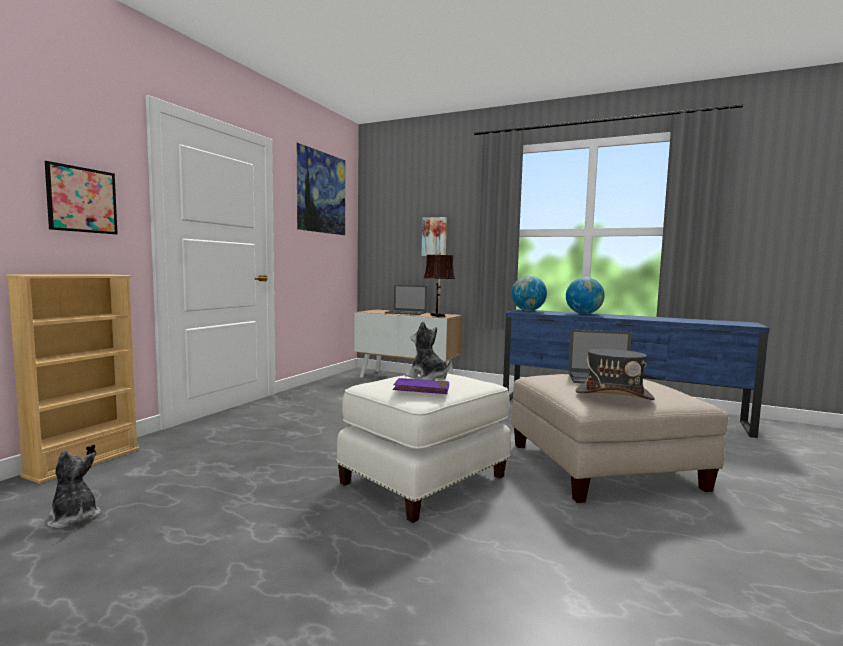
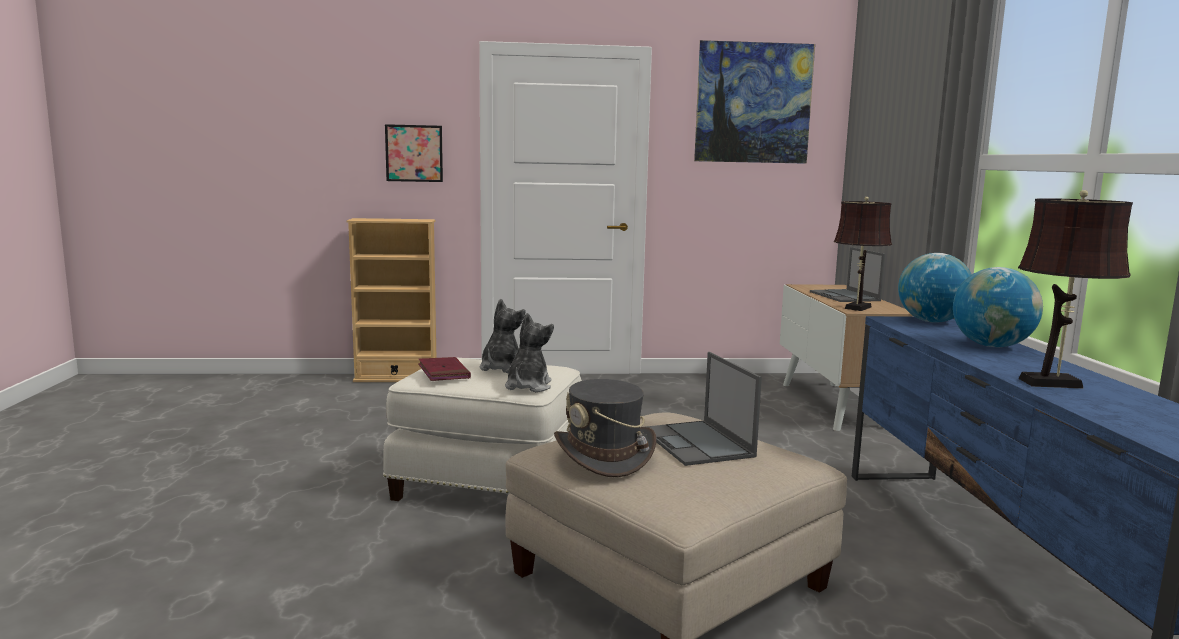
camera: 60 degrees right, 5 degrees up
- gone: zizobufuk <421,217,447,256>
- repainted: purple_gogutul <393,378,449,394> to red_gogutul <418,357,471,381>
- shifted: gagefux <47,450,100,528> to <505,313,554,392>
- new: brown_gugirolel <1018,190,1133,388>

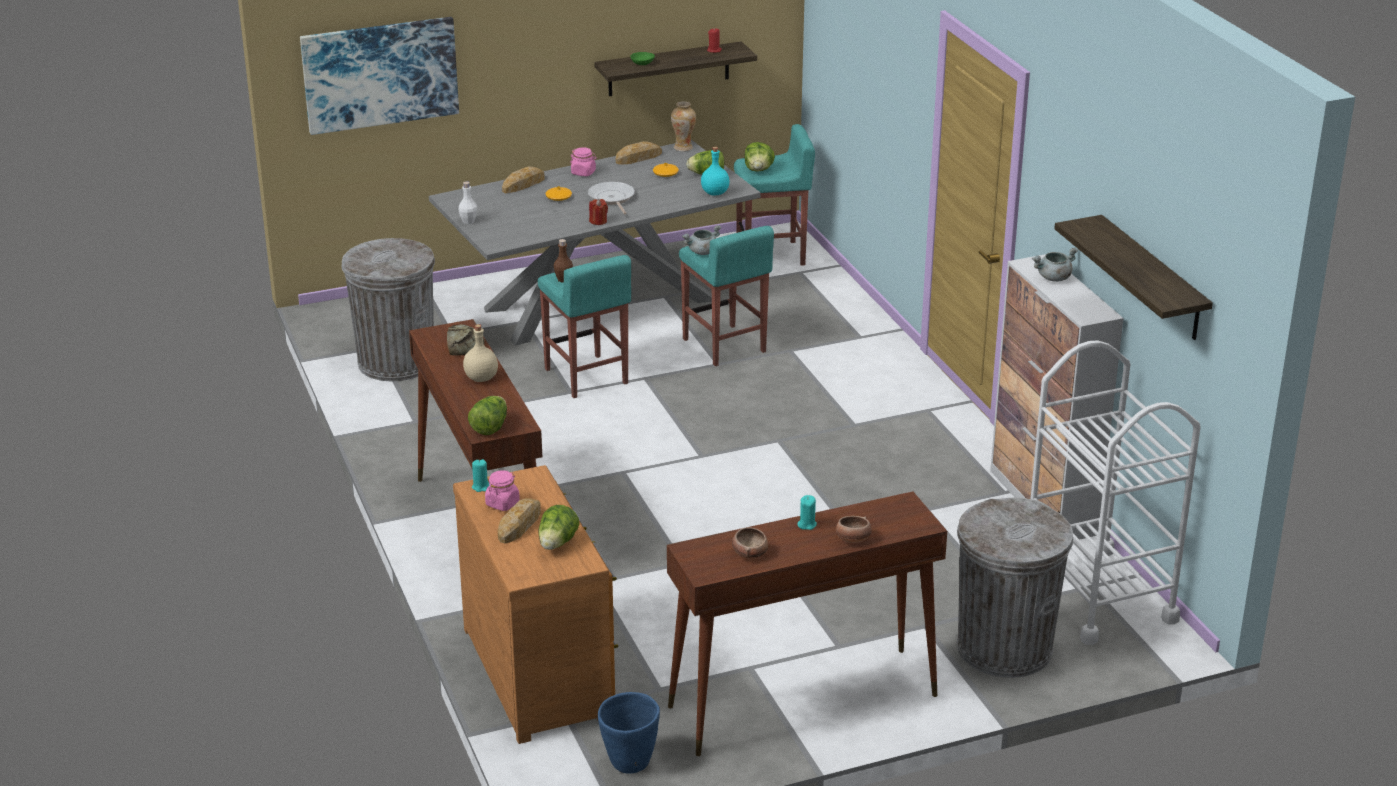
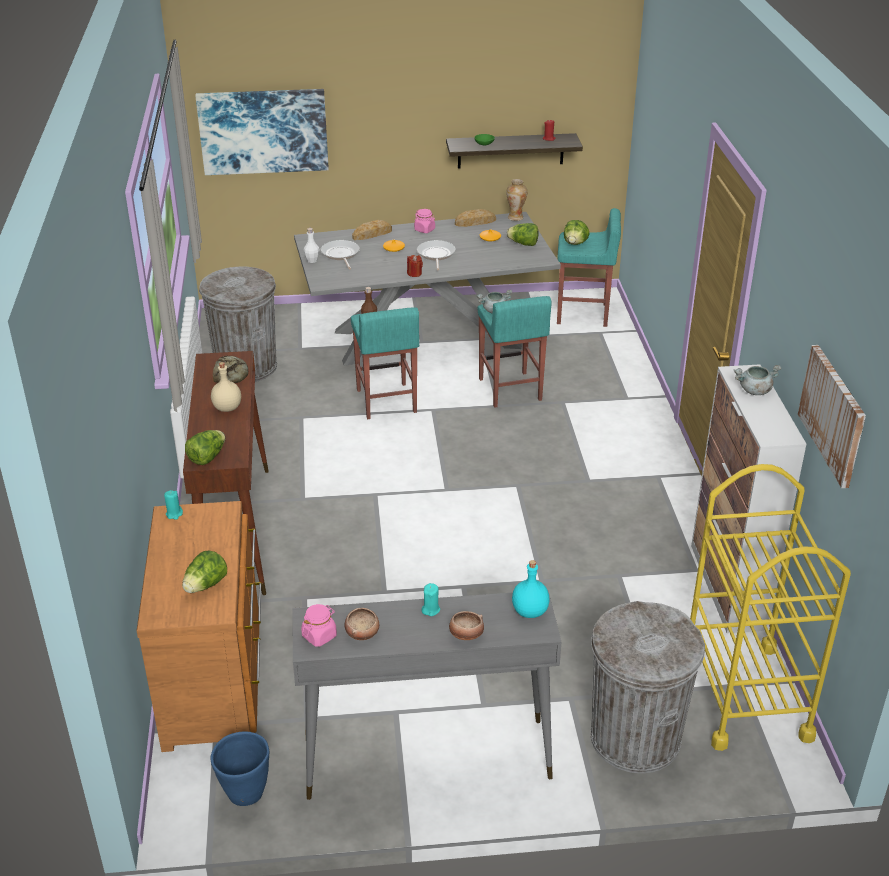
camera: 15 degrees right, 5 degrees up
- shifted: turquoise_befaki <701,147,730,196> to <512,560,550,618>
- swapped: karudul <1054,215,1213,340> to zizobufuk <798,345,866,488>
- repainted: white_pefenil <1031,340,1201,645> to yellow_pefenil <690,464,851,751>
- shifted: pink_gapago <485,471,520,511> to <301,604,337,647>
- repainted: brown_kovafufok <667,491,947,756> to grey_kovafufok <292,590,561,800>
- gone: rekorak <498,498,541,543>
- new: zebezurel <321,240,360,269>

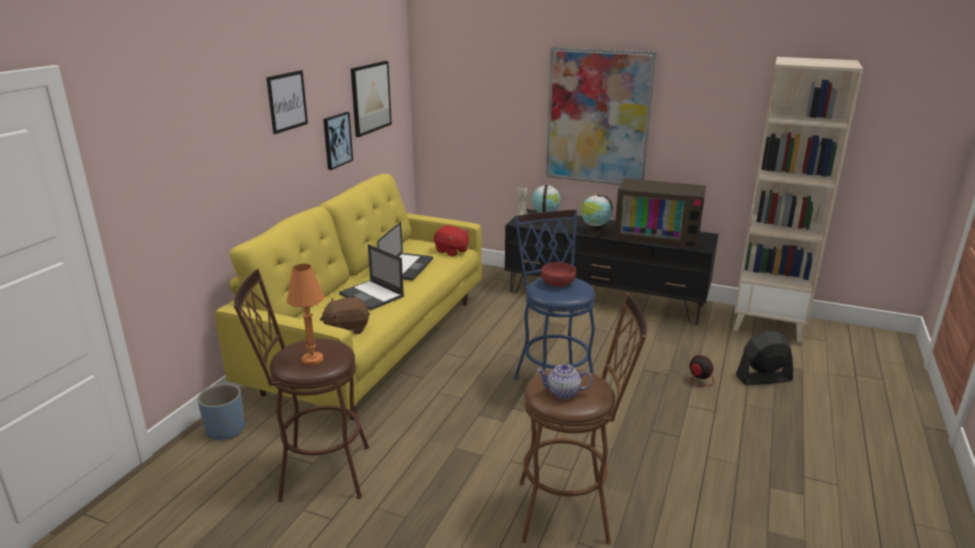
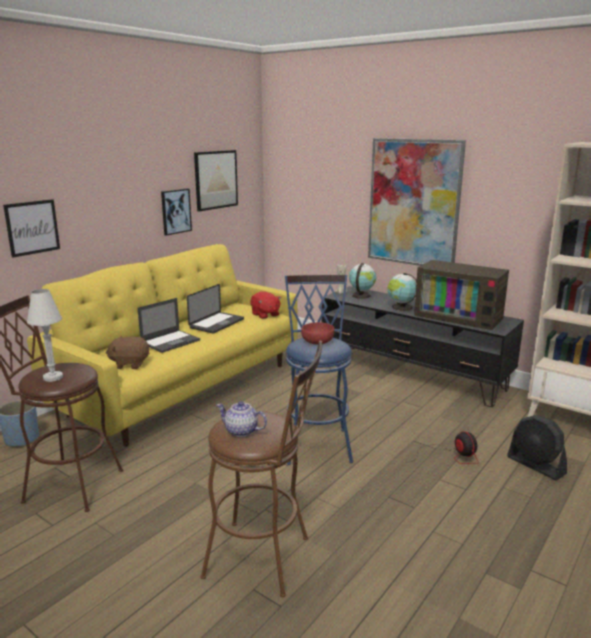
camera: 15 degrees right, 5 degrees down
- shifted: zizobufuk <266,70,308,134> to <3,199,60,258>
- rotated: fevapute <339,244,404,310> = <138,298,200,353> 105 degrees counterclockwise
- repainted: orange_gugirolel <286,264,324,366> to white_gugirolel <27,289,63,382>
- rotated: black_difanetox <736,331,793,385> = <507,415,567,480> 135 degrees counterclockwise

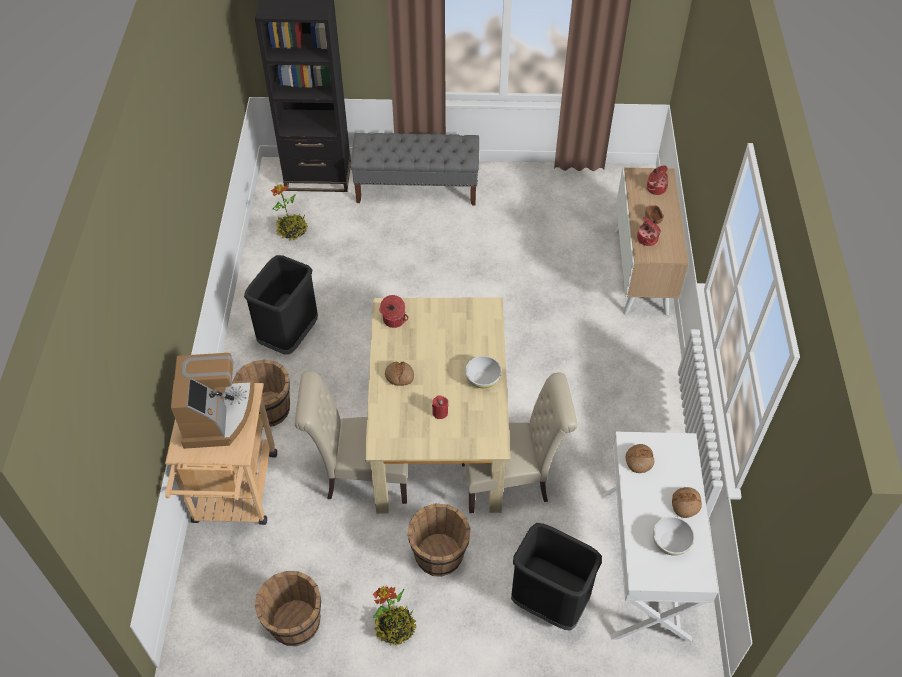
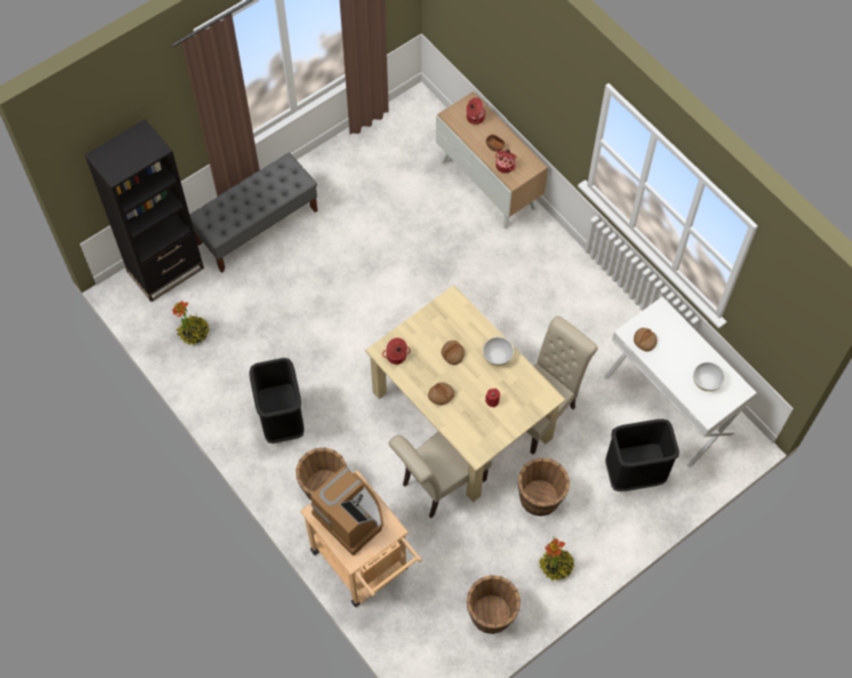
camera: 40 degrees left, 10 degrees up
- shifted: rekorak <672,487,702,518> to <441,340,465,365>

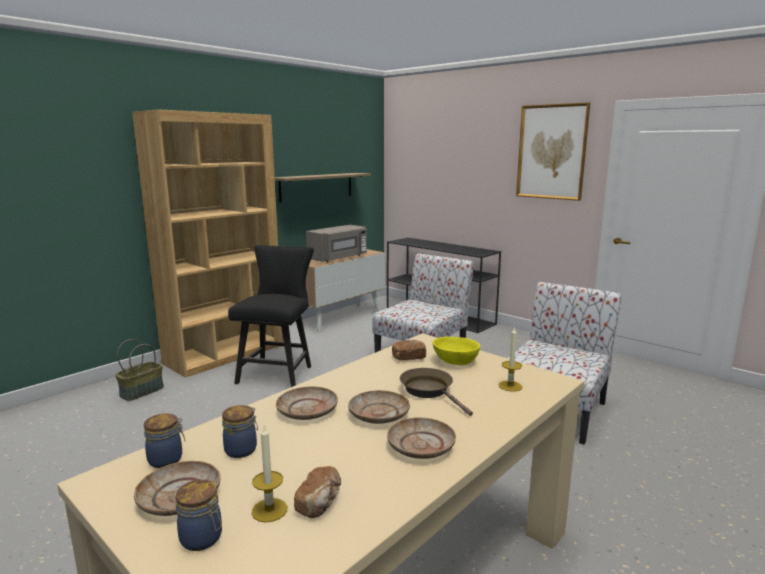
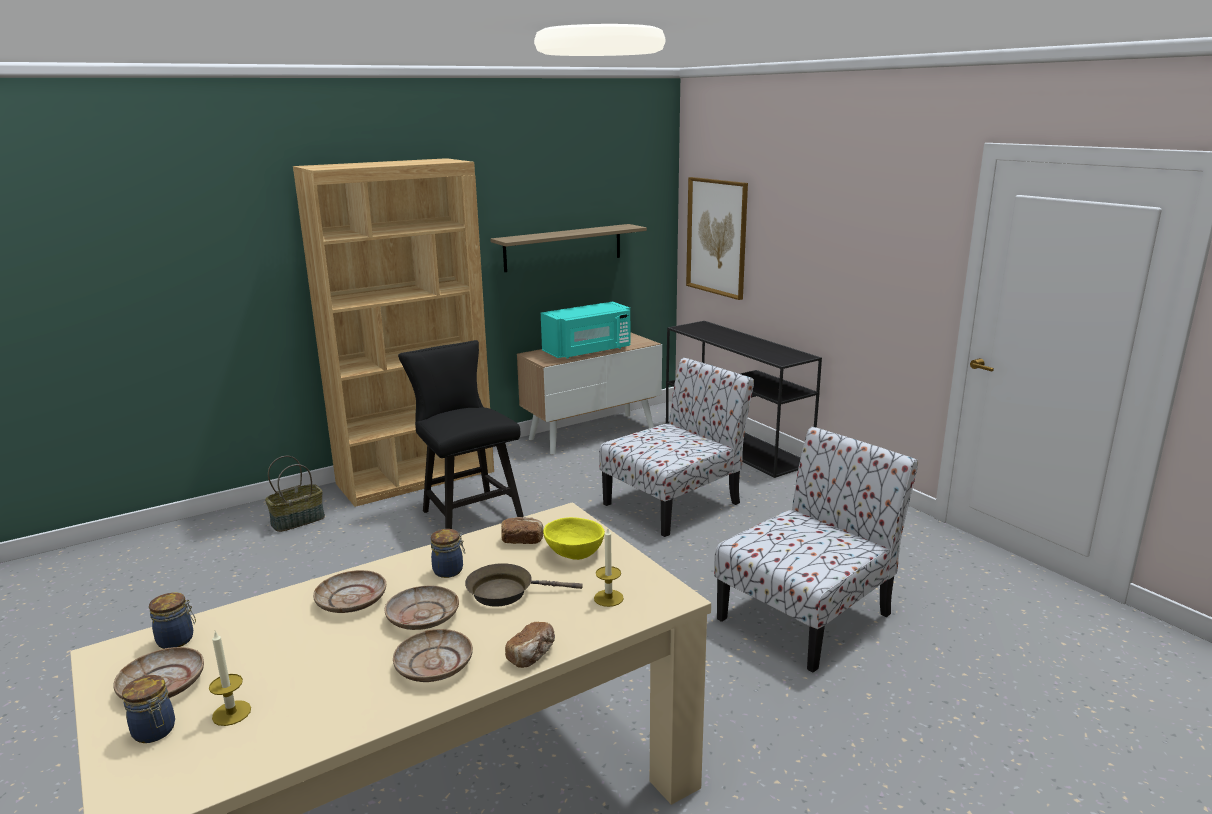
camera: 15 degrees right, 5 degrees up
- shifted: zizobufuk <516,102,590,201> to <686,177,748,300>
- repainted: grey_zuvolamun <306,225,367,262> to turquoise_zuvolamun <541,301,631,359>
- rotated: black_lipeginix <228,245,314,387> = <398,340,524,529> 60 degrees counterclockwise
- rotated: brown_zebezurel <400,368,473,416> = <465,563,582,607> 75 degrees counterclockwise
- shifted: gapago <222,405,258,458> to <431,529,465,578>
- shifted: rekorak <294,466,341,518> to <505,622,555,668>

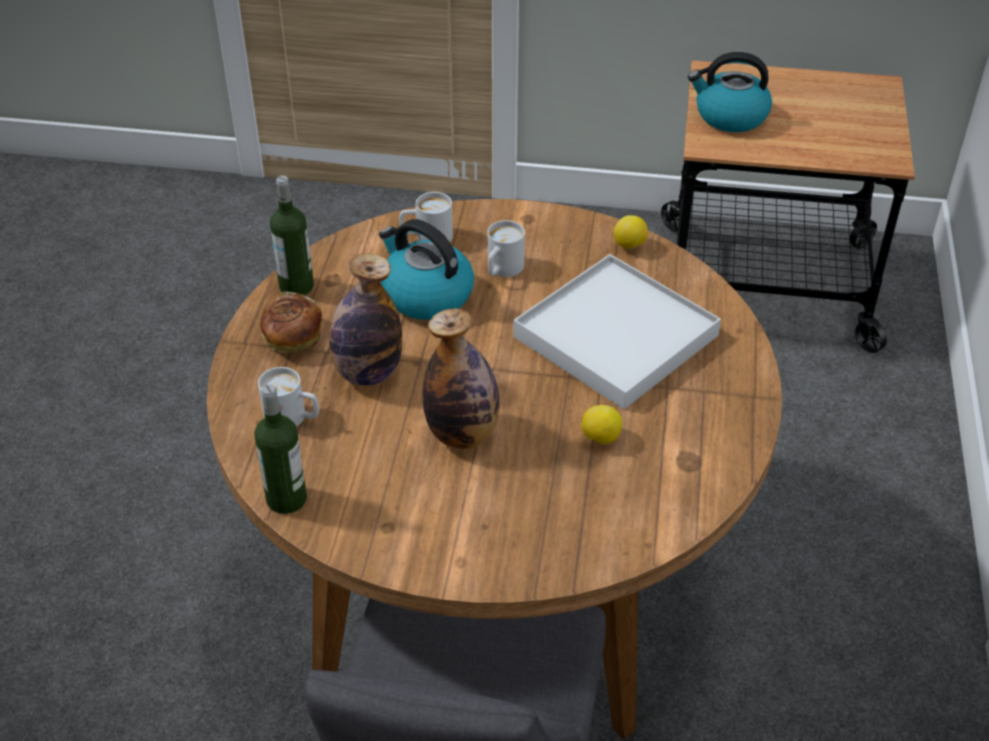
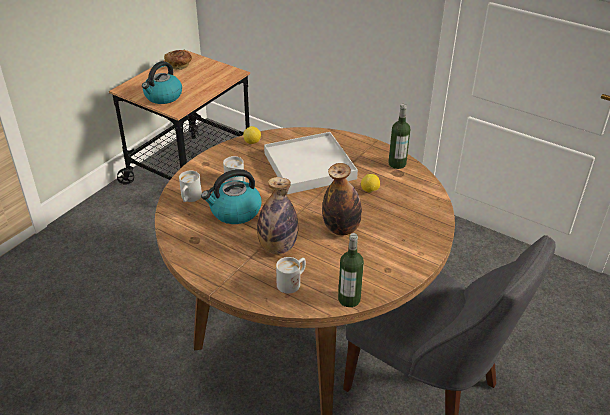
camera: 65 degrees left, 5 degrees down
- shifted: befaki <270,176,314,295> to <388,104,410,169>
- shifted: rekorak <260,291,322,353> to <164,50,192,70>

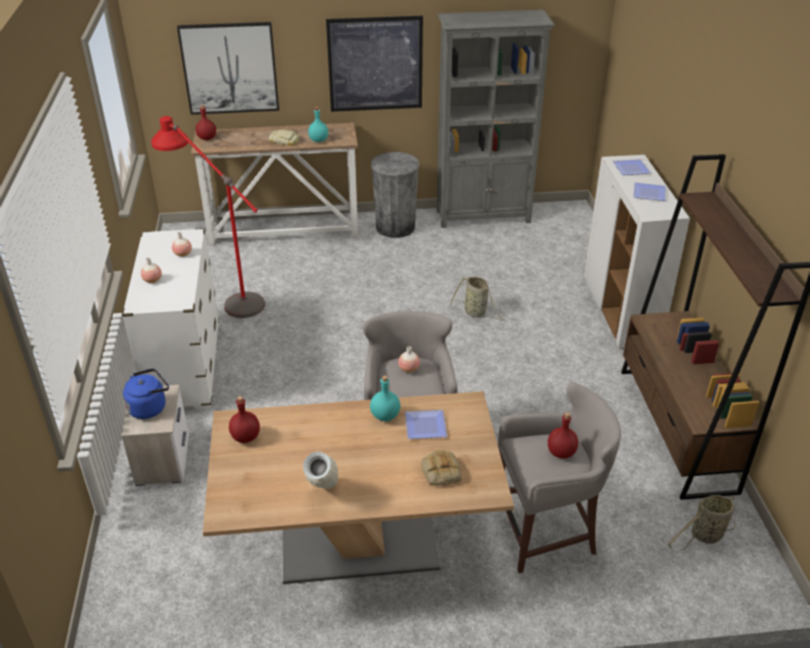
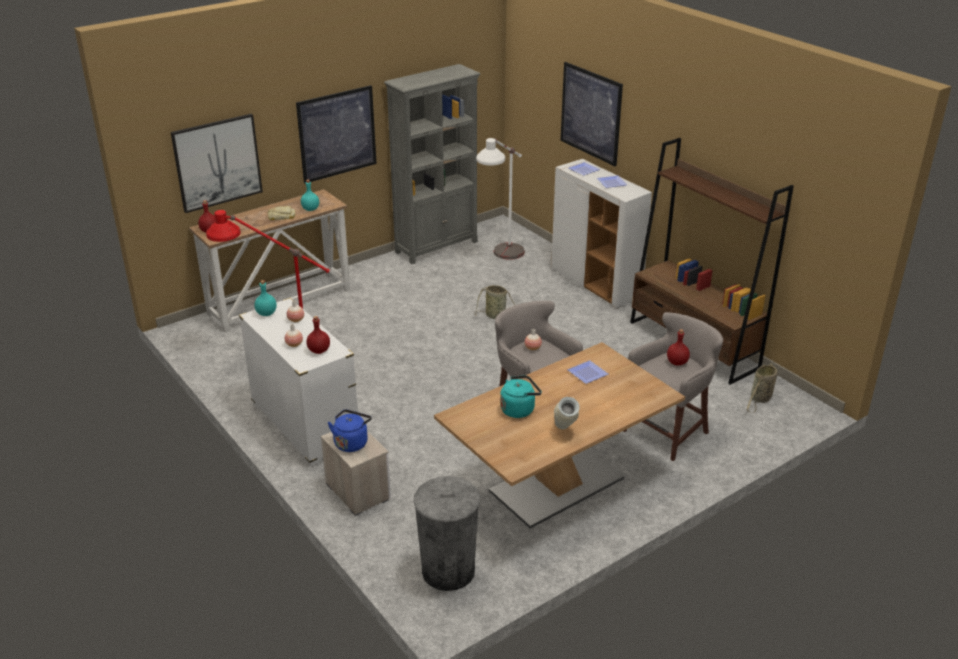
camera: 30 degrees left, 5 degrees down
- shifted: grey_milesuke <371,152,420,238> to <413,476,480,591>
- shifted: turquoise_befaki <370,375,400,421> to <254,280,277,316>
- shifted: red_befaki <229,396,260,443> to <306,316,330,354>
- gone: rekorak <421,450,462,486>
- new: zizobufuk <561,62,623,166>
- new: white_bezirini <476,138,525,260>
- new: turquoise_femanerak <500,375,542,418>

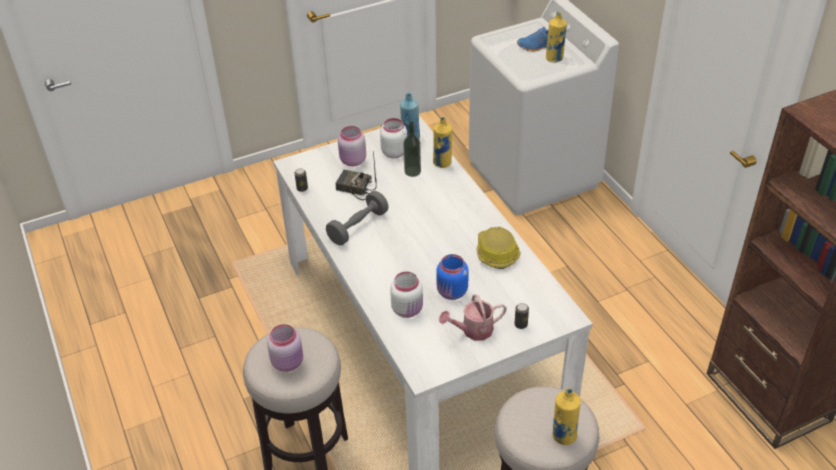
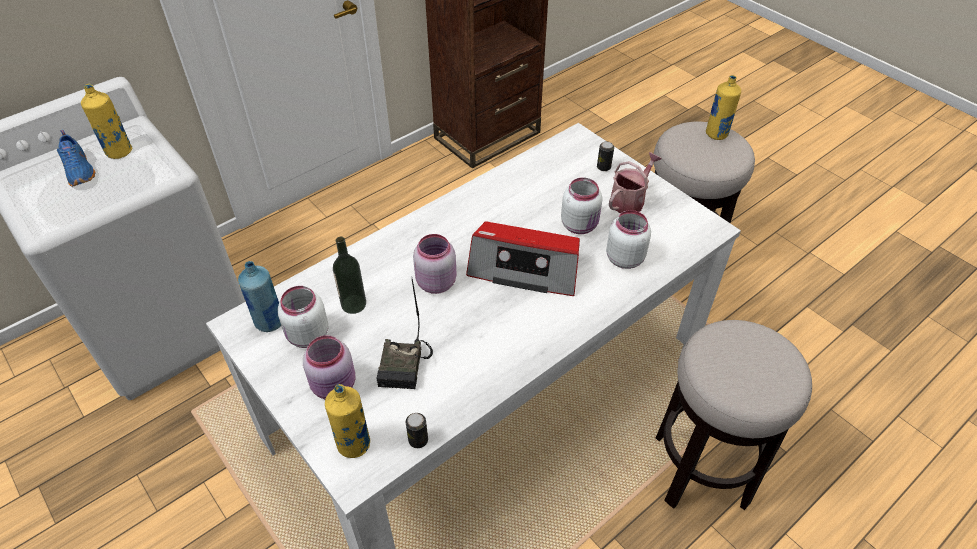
camera: 105 degrees left, 5 degrees up
- shifted: yellow_befaki <433,117,452,168> to <325,384,370,458>
- gone: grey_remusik <326,191,389,245>
- gone: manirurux <477,226,521,269>
- repainted: blue_gapago <436,254,469,300> to white_gapago <561,177,603,234>
- rotated: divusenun <439,294,507,341> = <609,152,662,213> 105 degrees counterclockwise
- shifted: pink_gapago <267,324,303,372> to <413,234,457,294>
- new: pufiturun <466,222,580,296>

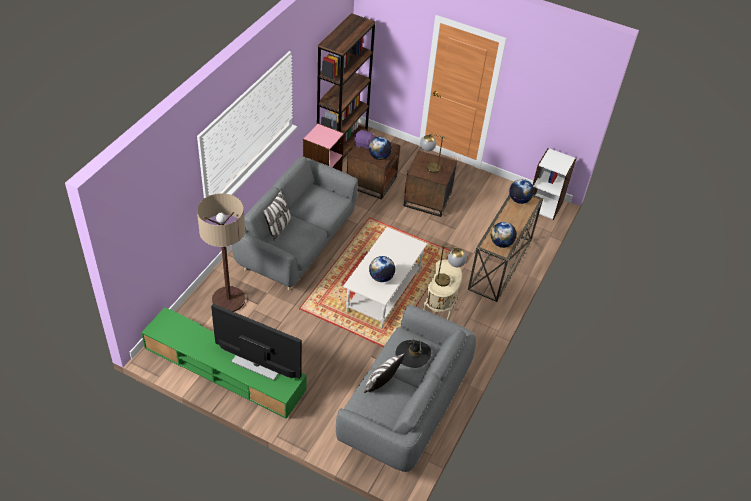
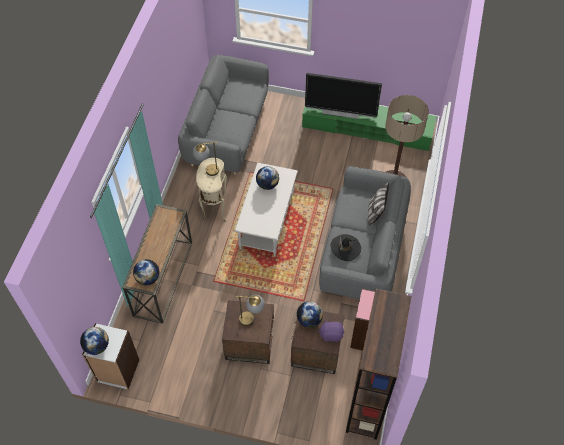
camera: 170 degrees right, 10 degrees up
- shifted: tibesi <491,222,517,248> to <80,327,109,355>
- shifted: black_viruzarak <395,339,431,368> to <331,234,361,261>
- gone: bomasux <364,353,405,393>

